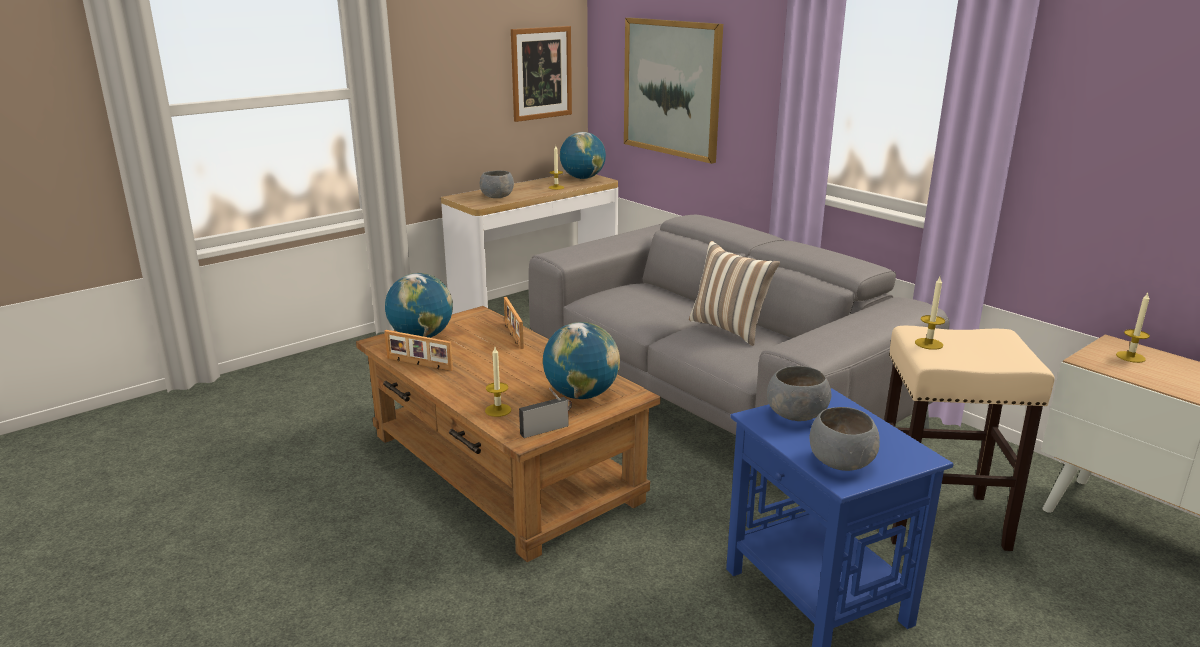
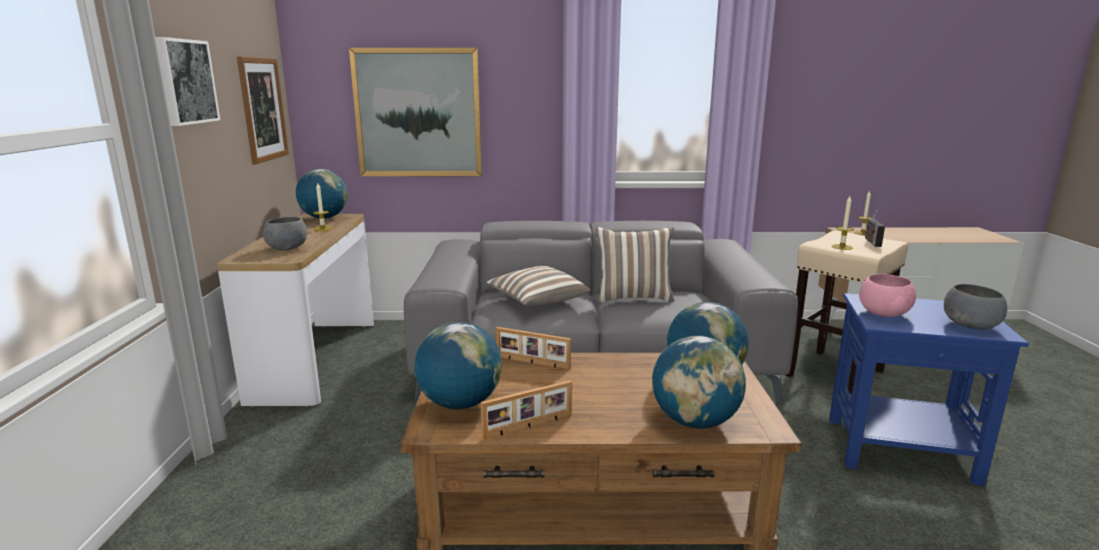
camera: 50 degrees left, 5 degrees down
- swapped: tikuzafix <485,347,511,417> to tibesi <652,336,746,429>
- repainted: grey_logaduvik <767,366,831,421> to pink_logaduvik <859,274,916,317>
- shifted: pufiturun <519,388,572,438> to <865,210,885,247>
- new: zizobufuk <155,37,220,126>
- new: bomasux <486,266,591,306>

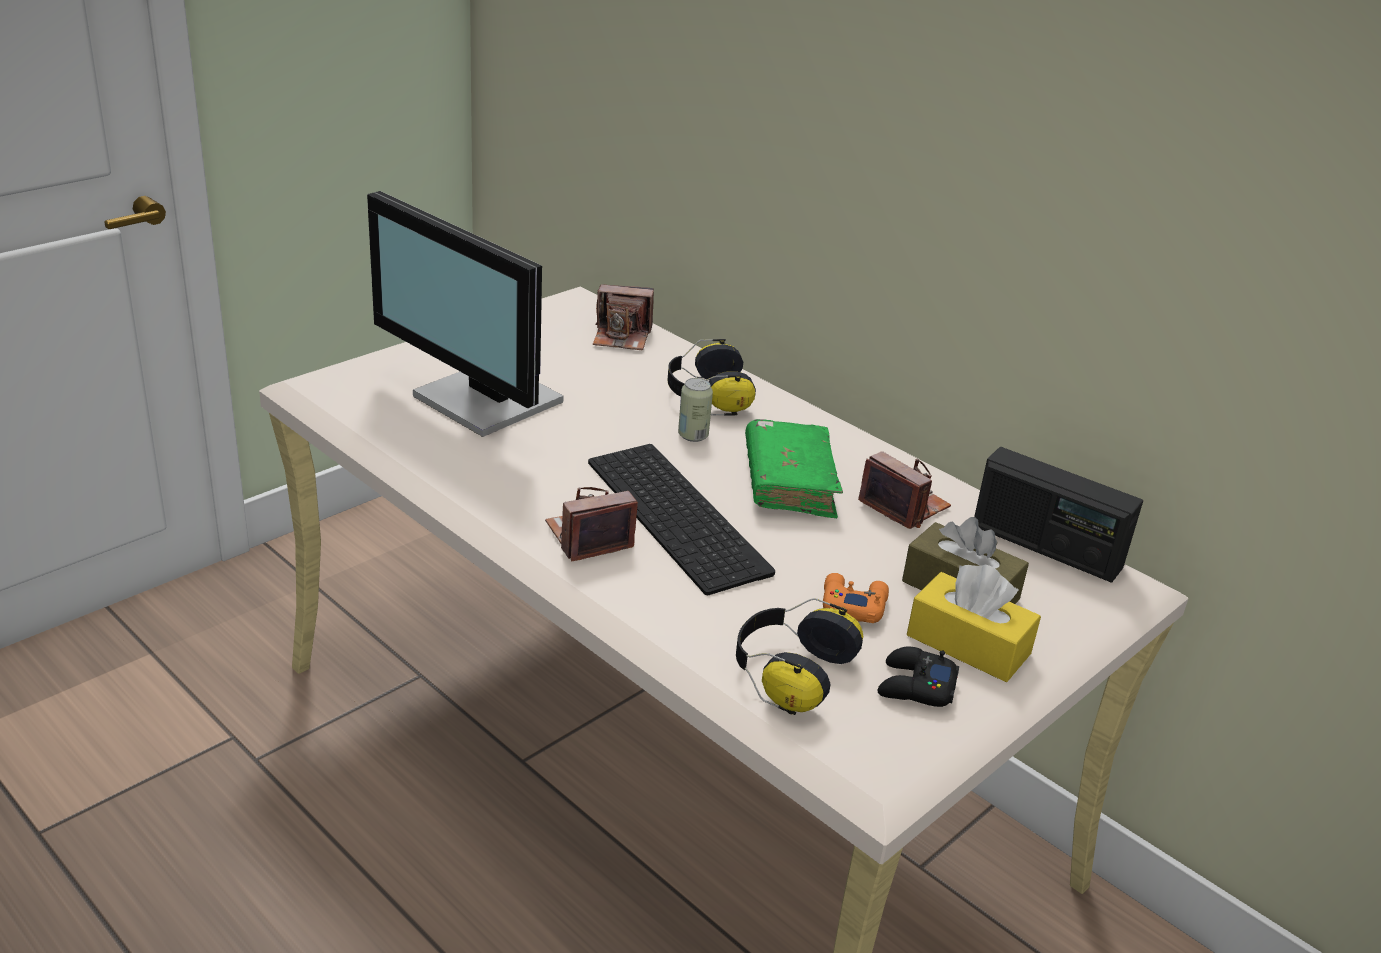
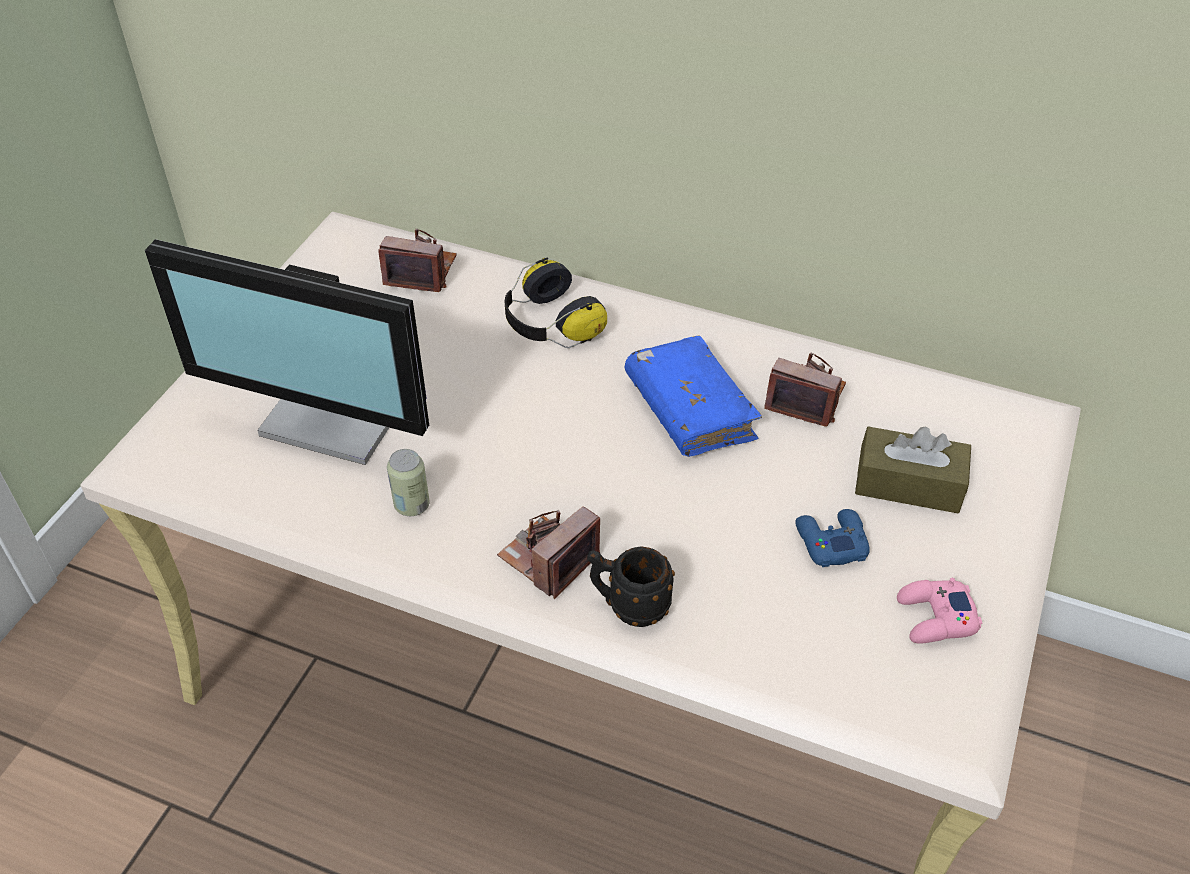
camera: 20 degrees left, 15 degrees up
- rotated: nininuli <593,284,654,350> = <379,229,457,292> 150 degrees counterclockwise
- shifted: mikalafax <678,378,713,442> to <387,449,430,516>
- repainted: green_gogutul <745,419,843,518> to blue_gogutul <625,335,762,457>
- gone: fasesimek <588,444,775,595>
- gone: pufiturun <974,447,1143,583>
- gone: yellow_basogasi <907,565,1041,682>
- repainted: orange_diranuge <823,573,889,623> to blue_diranuge <795,509,870,567>
- gone: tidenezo <736,598,863,715>
- repainted: black_diranuge <877,647,959,707> to pink_diranuge <897,578,982,644>
- new: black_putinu <587,546,675,627>

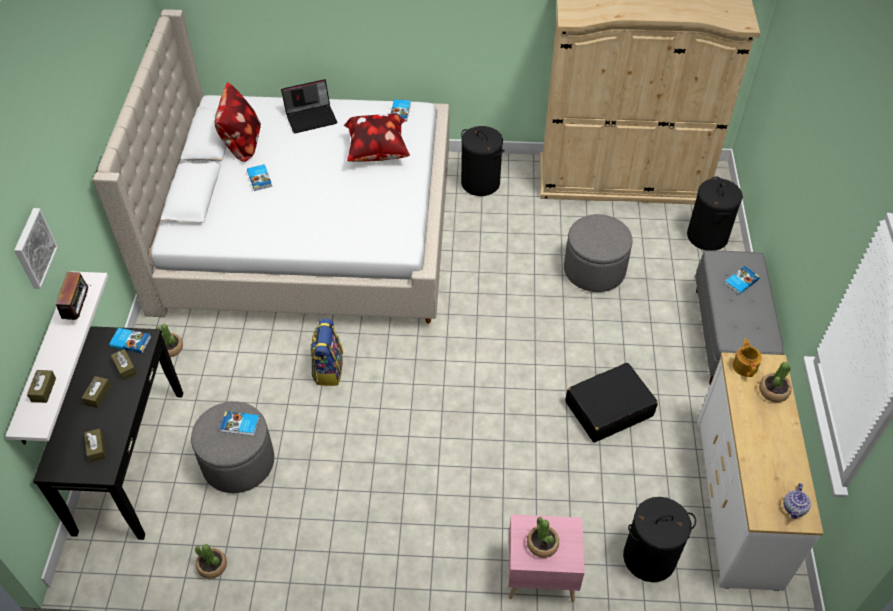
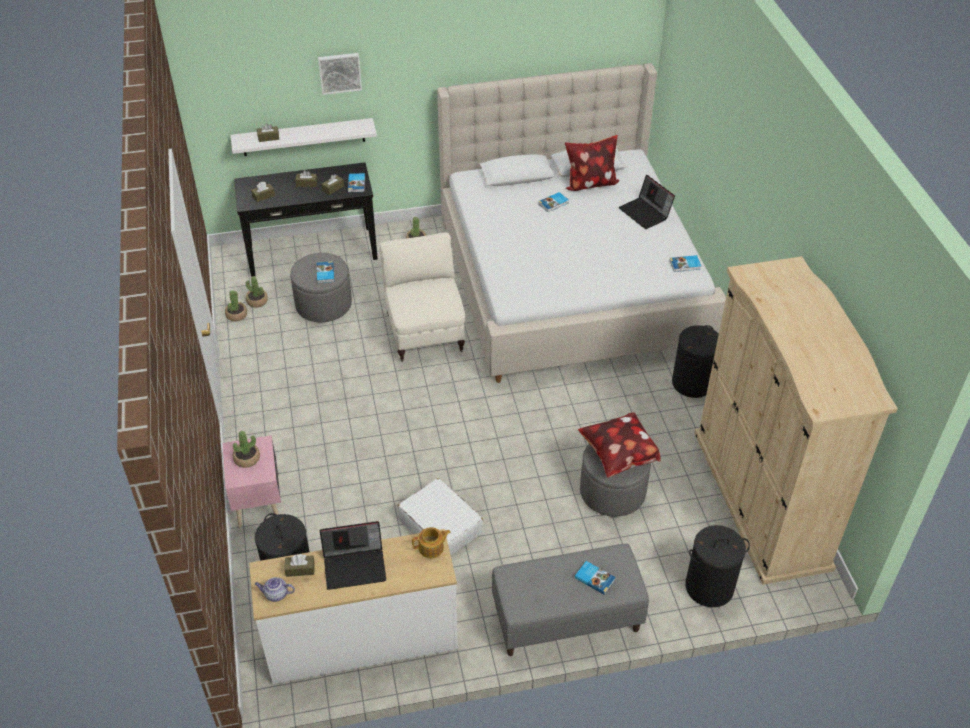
camera: 75 degrees right, 5 degrees down
- shifted: bomasux <344,114,410,162> to <578,412,661,478>
- gone: pufiturun <54,272,91,323>
- swapped: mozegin <311,319,343,386> to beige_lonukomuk <380,232,465,362>
- shifted: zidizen <759,362,792,402> to <246,276,268,308>
- repainted: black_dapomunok <566,363,658,442> to white_dapomunok <397,478,483,555>
- new: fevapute <320,521,386,590>
- new: brown_basogasi <284,554,315,577>

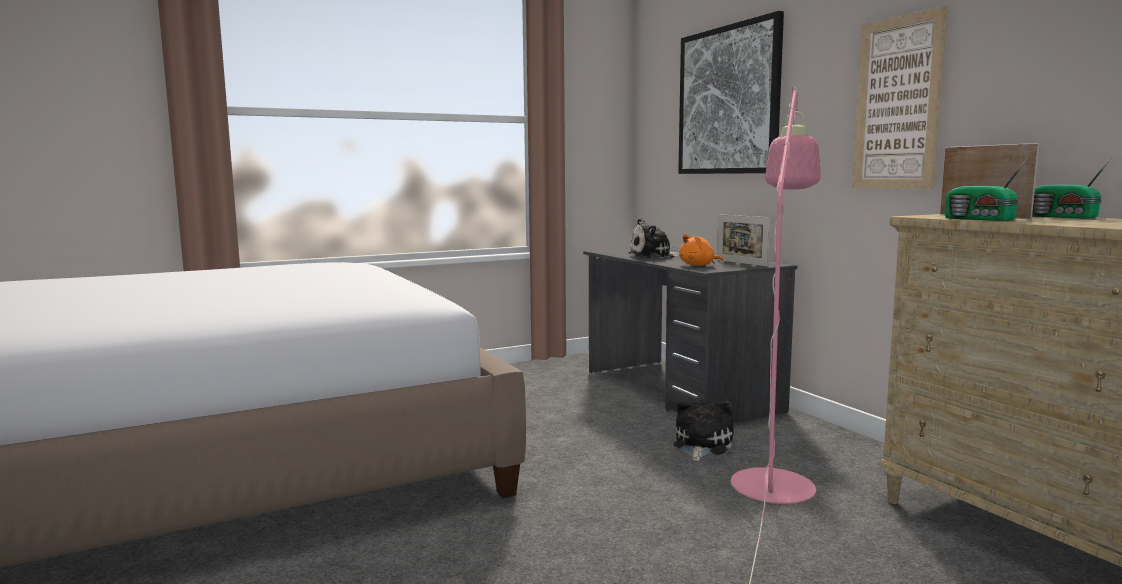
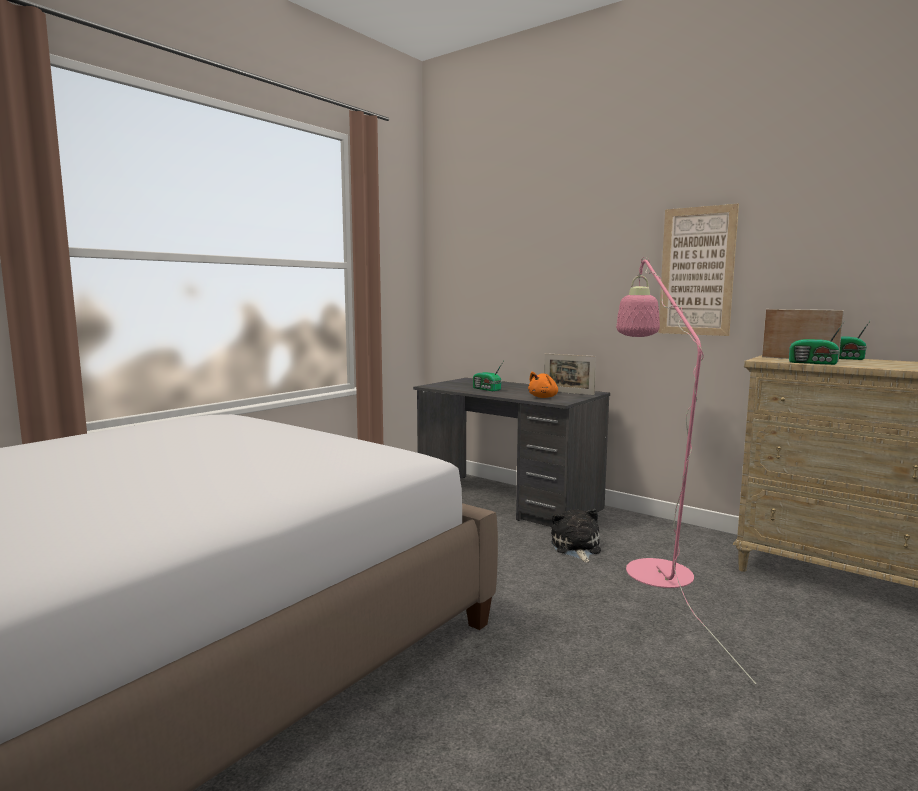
camera: 25 degrees left, 0 degrees up
- gone: zizobufuk <678,11,784,174>
- swapped: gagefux <628,218,679,258> to pufiturun <473,362,503,391>

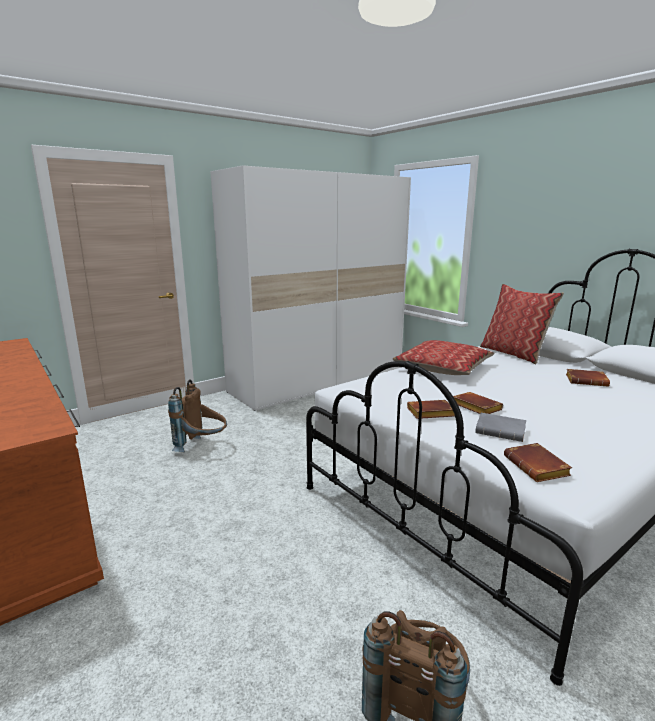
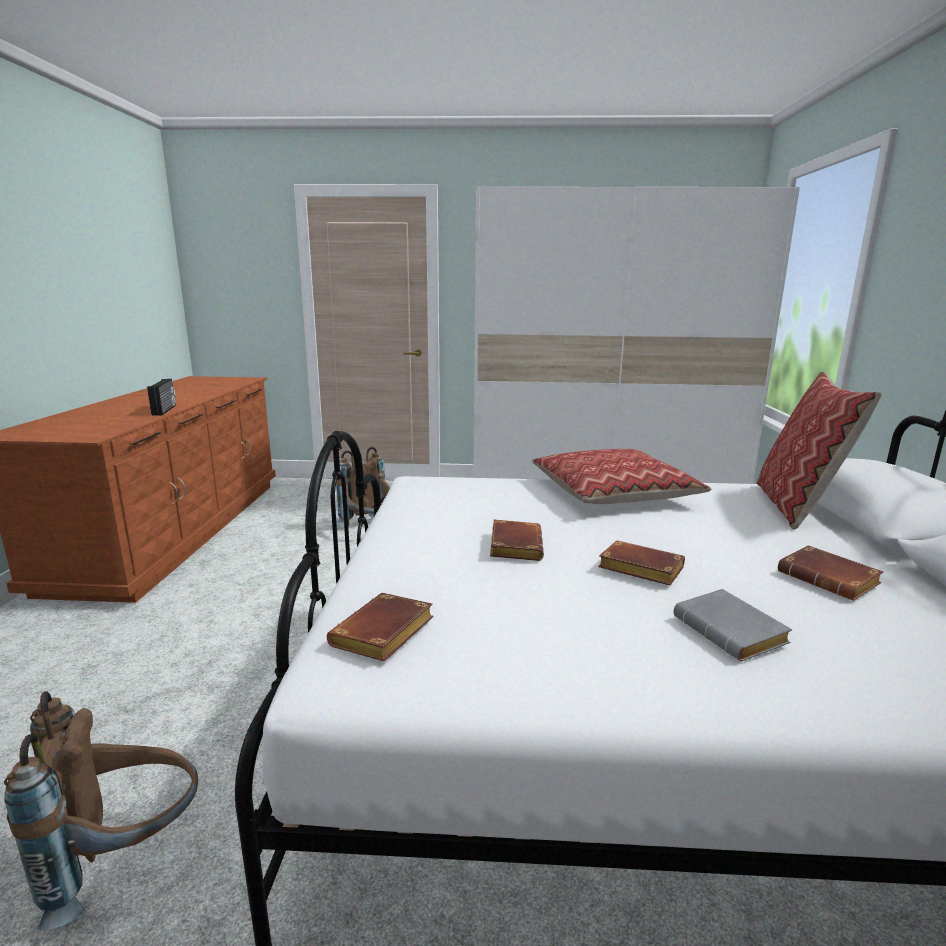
camera: 40 degrees right, 0 degrees up
- shifted: brown_gogutul <407,400,455,419> to <598,540,685,586>
- shifted: grey_gogutul <475,413,526,442> to <674,589,792,661>
- new: pufiturun <147,379,176,416>

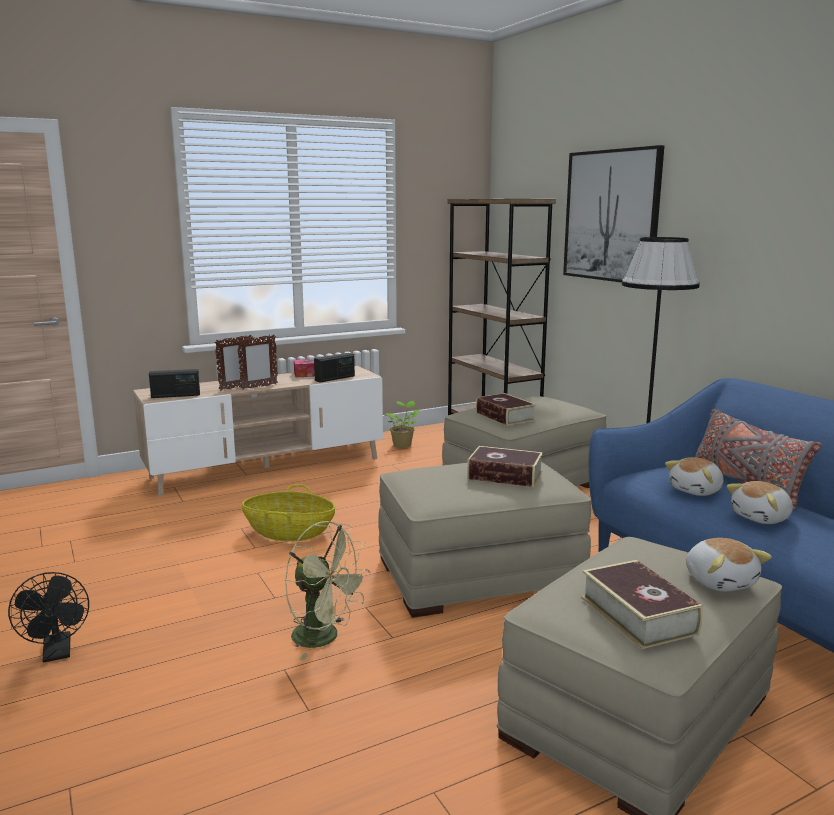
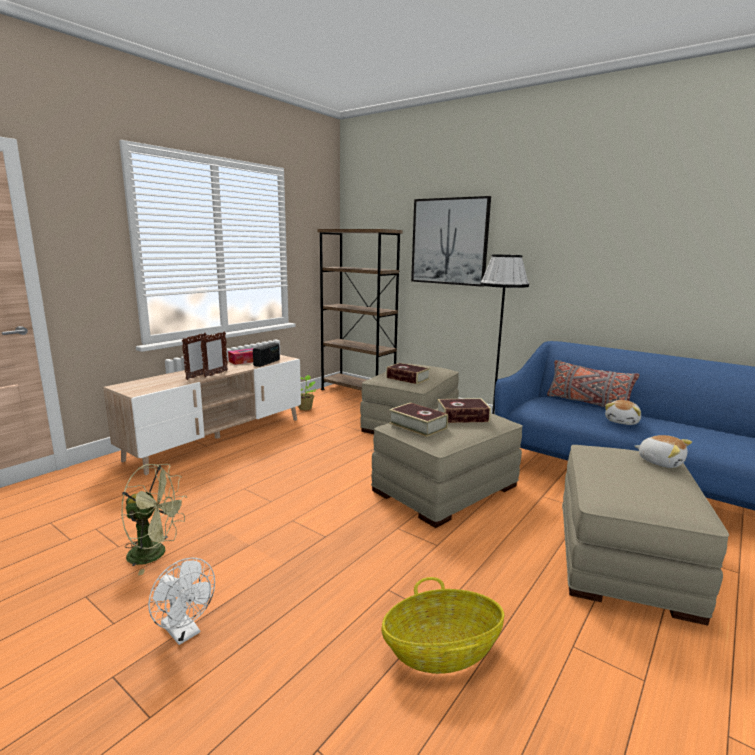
camera: 25 degrees left, 0 degrees up
- gone: pufiturun <149,369,200,398>
- gone: gagefux <665,457,724,496>
- shifted: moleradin <242,484,335,541> to <382,577,504,674>
- shifted: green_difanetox <285,521,370,660> to <121,464,187,575>
- shifted: gogutul <581,560,703,650> to <389,402,448,437>
- repainted: black_difanetox <8,572,89,663> to white_difanetox <148,558,215,645>

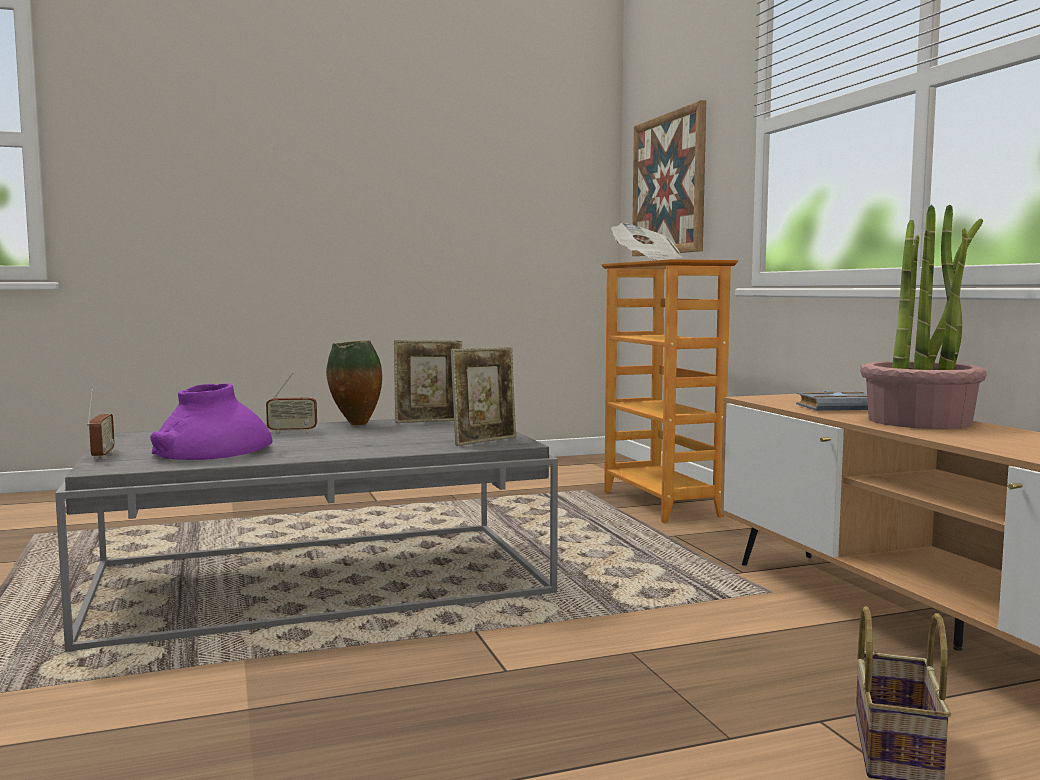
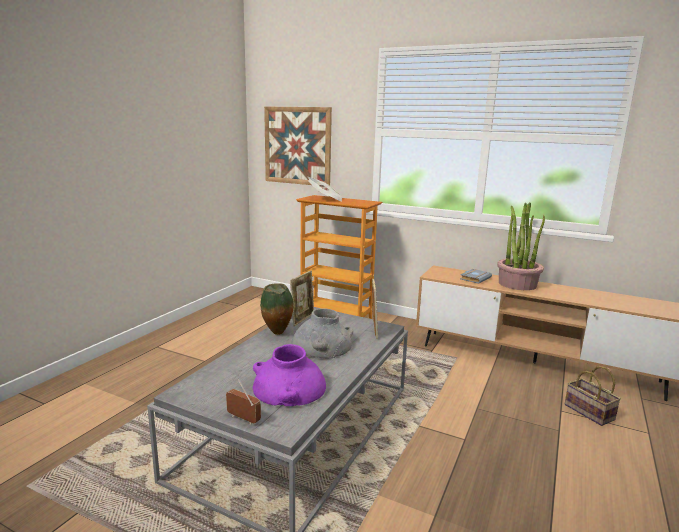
camera: 45 degrees left, 10 degrees up
- gone: pufiturun <266,373,317,433>
- new: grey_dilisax <292,308,353,359>

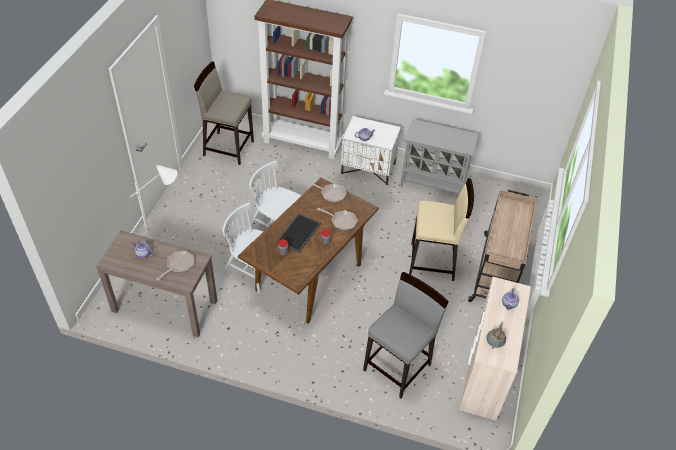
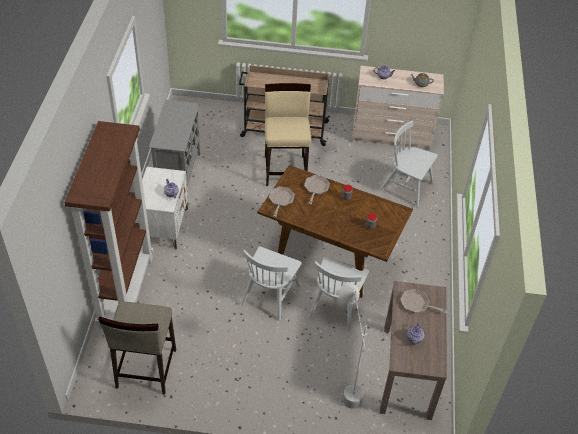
camera: 100 degrees left, 0 degrees up
- gone: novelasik <276,214,321,253>
- swapped: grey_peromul <363,271,449,398> to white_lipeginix <380,121,438,207>

